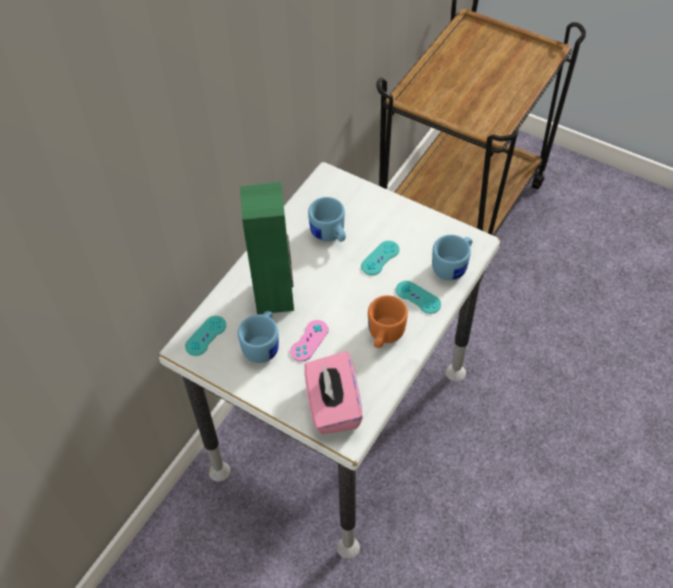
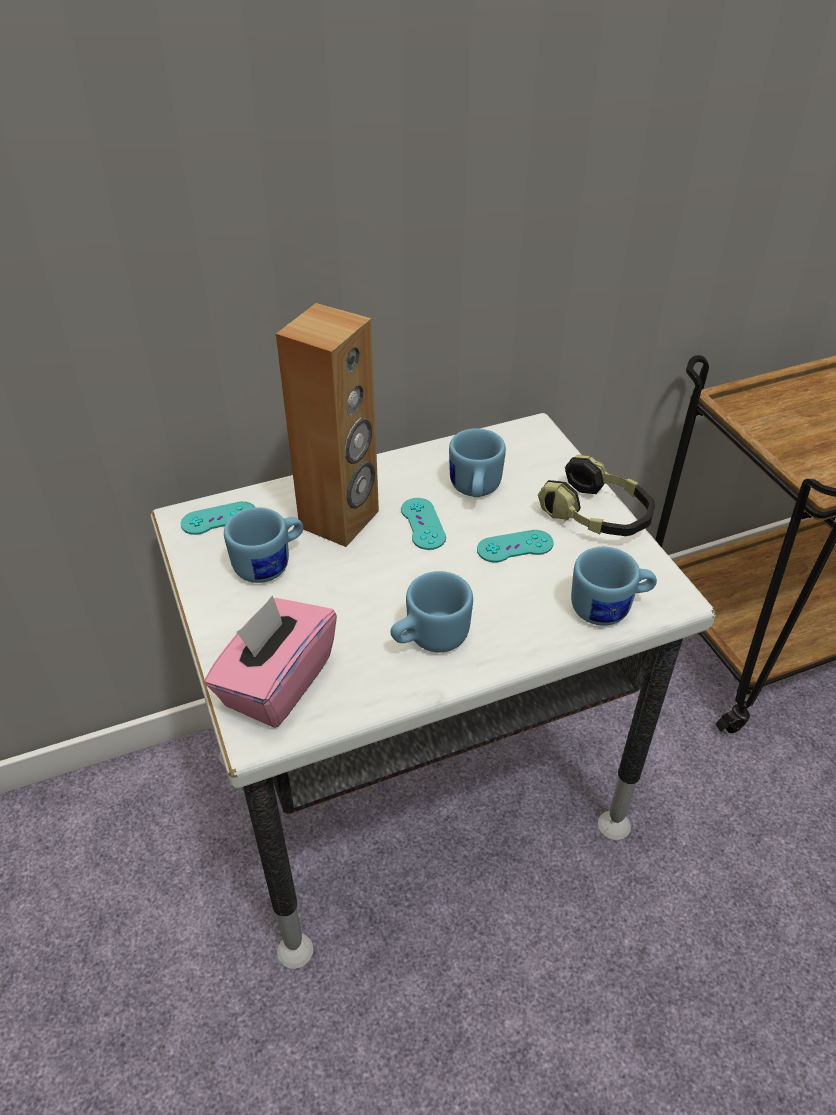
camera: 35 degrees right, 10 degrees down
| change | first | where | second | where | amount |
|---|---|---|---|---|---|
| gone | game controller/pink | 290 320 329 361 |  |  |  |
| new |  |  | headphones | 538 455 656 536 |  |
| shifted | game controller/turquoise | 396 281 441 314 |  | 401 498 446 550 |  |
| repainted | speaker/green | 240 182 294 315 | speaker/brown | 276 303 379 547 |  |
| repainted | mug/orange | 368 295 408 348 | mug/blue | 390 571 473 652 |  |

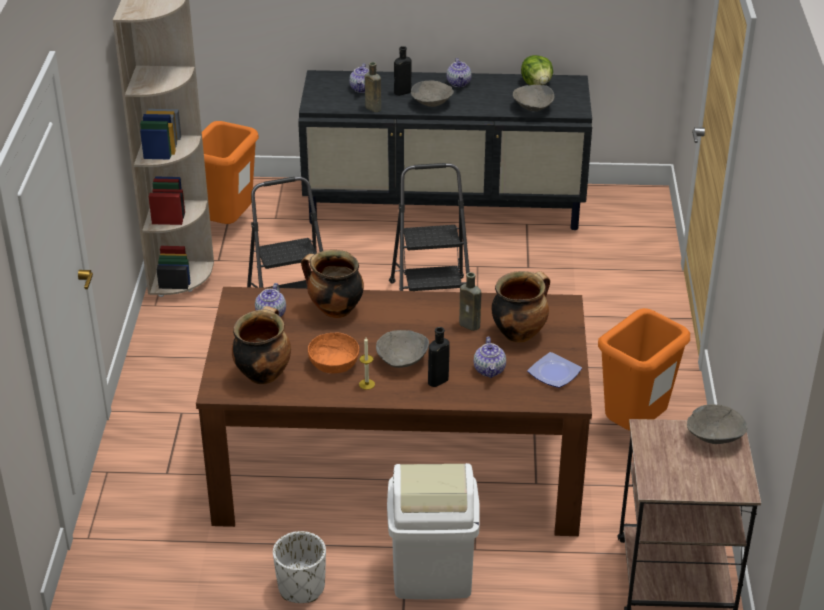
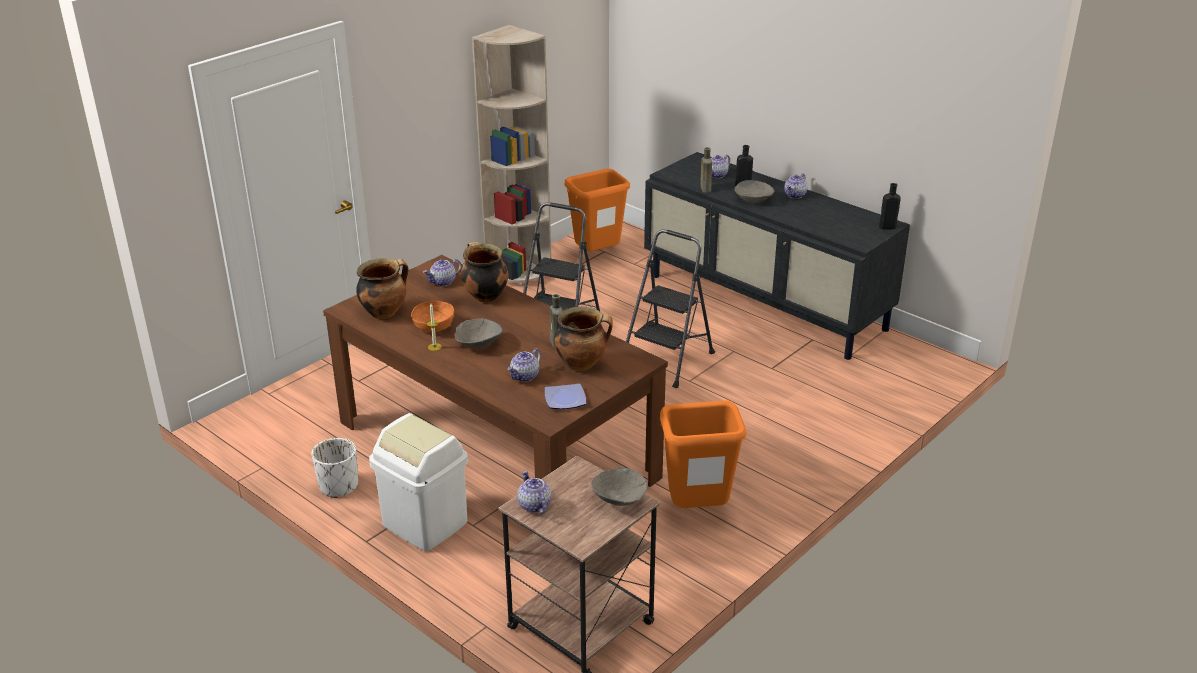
camera: 40 degrees right, 5 degrees down
| change | first | where | second | where | amount |
|---|---|---|---|---|---|
| gone | bowl/grey | 513 85 554 111 |  |  |  |
| gone | lettuce | 521 55 553 85 |  |  |  |
| new |  |  | teapot | 517 471 551 514 |  |
| shifted | bottle/black | 428 327 450 387 |  | 879 183 901 229 |  |

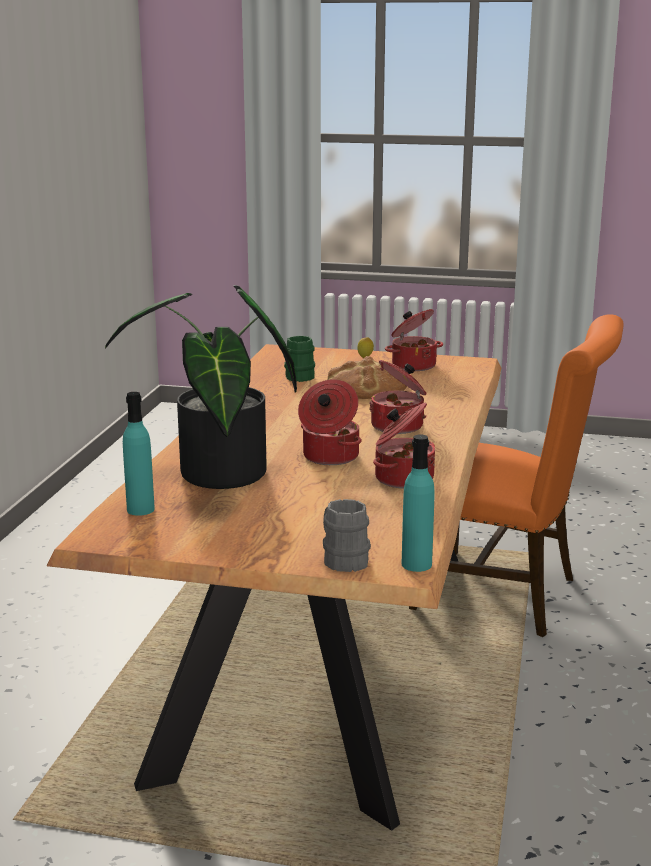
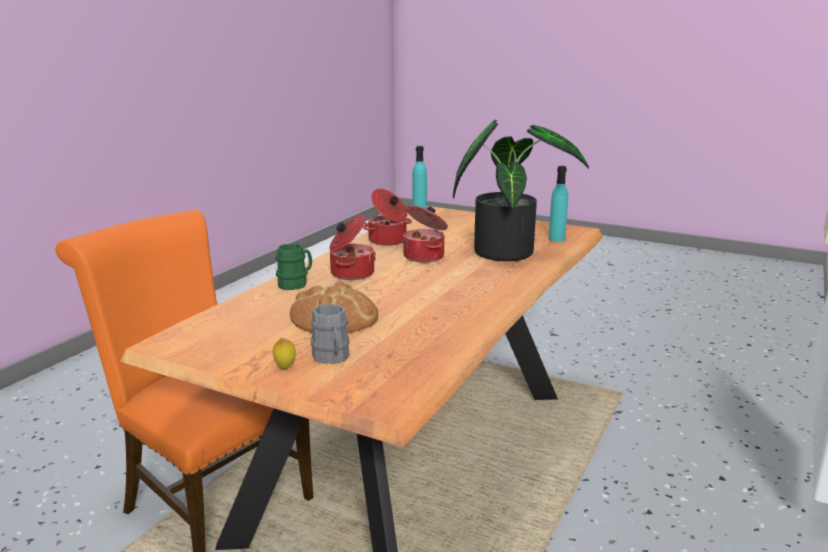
camera: 165 degrees left, 0 degrees up
| change | first | where | second | where | amount |
|---|---|---|---|---|---|
| gone | cooking pot | 385 309 443 371 |  |  |  |
| shifted | mug/green | 284 336 315 382 |  | 276 243 312 290 |  |
| shifted | mug/grey | 323 499 371 572 |  | 311 304 349 364 |  |

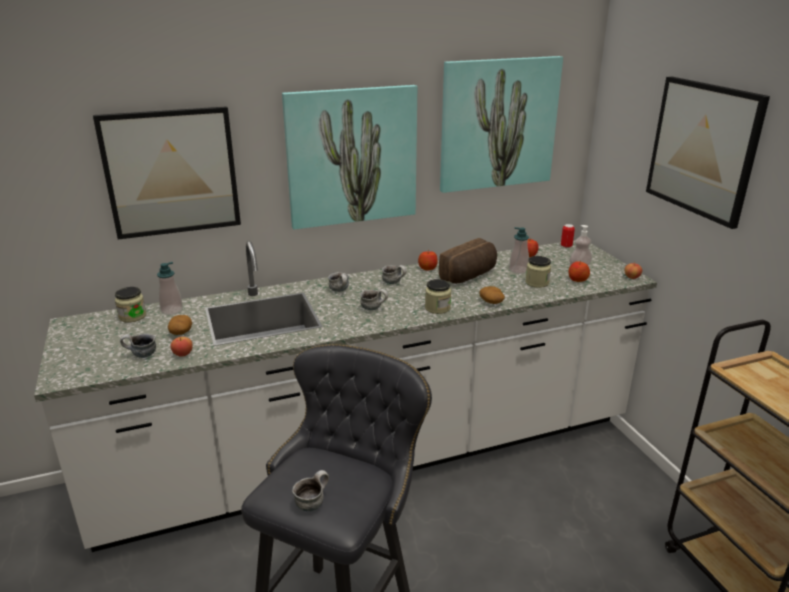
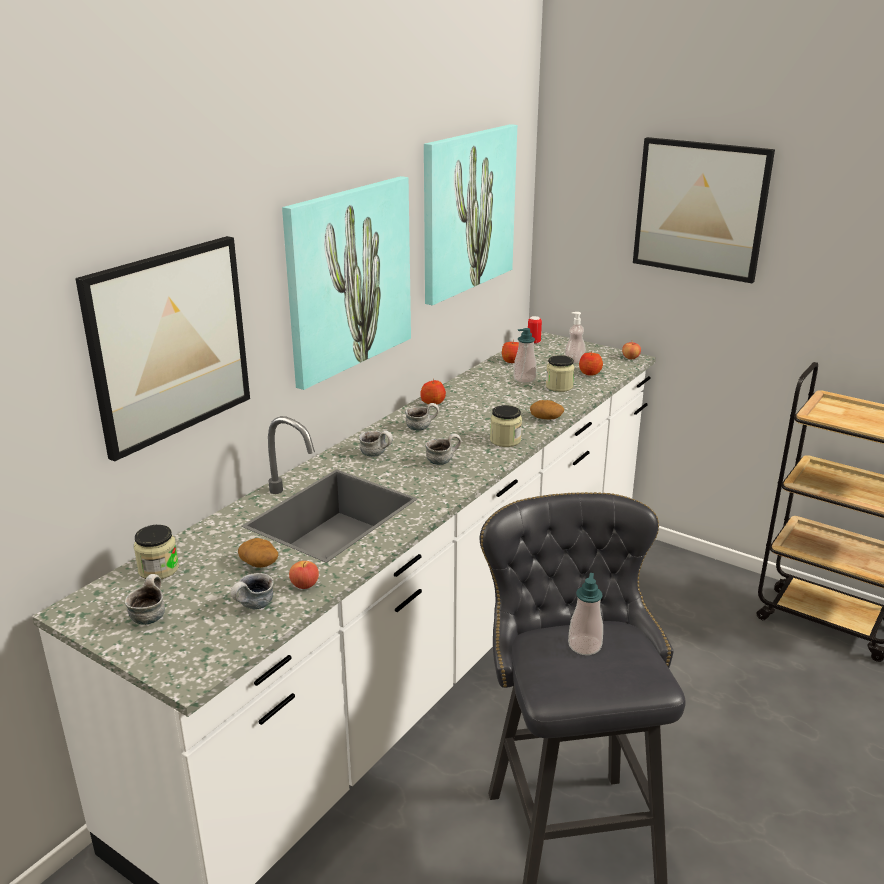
camera: 35 degrees left, 0 degrees up
| change | first | where | second | where | amount |
|---|---|---|---|---|---|
| gone | bread | 439 238 497 283 |  |  |  |
| shifted | soap dispenser | 157 262 183 315 |  | 568 573 603 655 |  |
| shifted | mug | 292 470 329 511 |  | 125 574 165 625 |  |

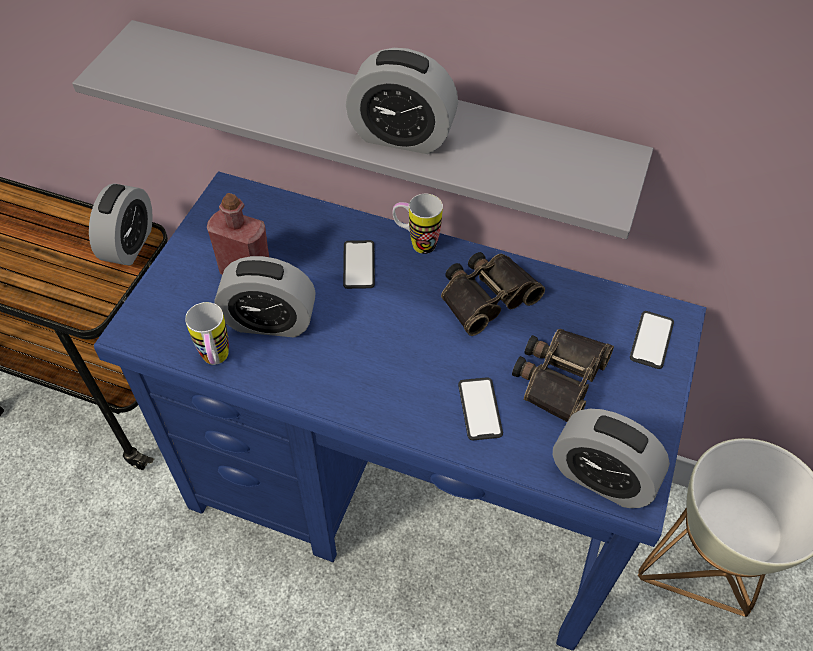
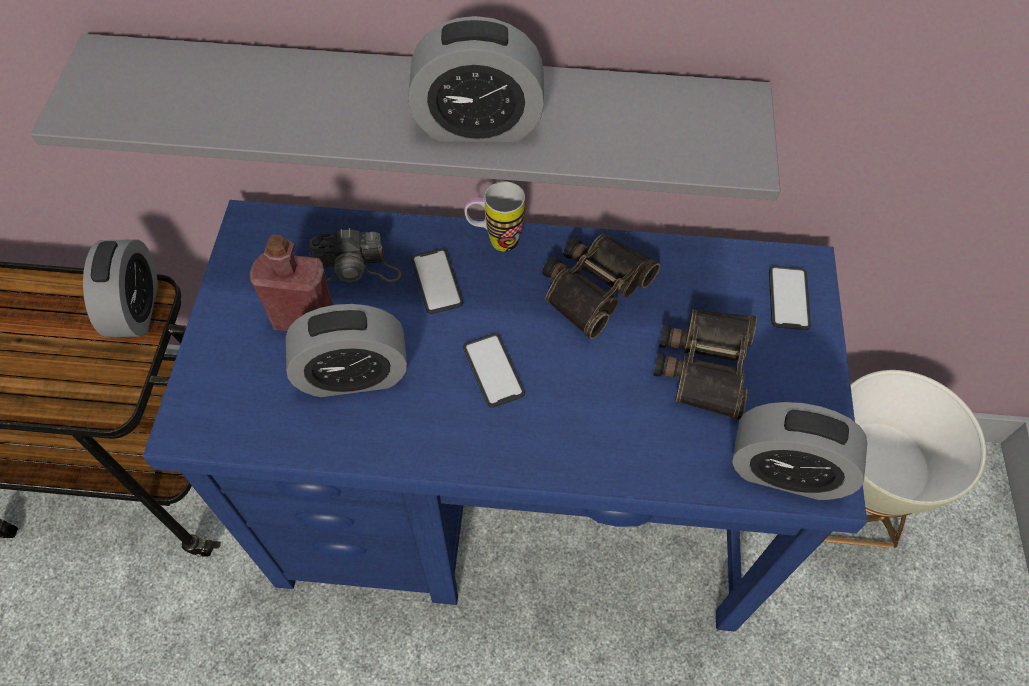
camera: 15 degrees left, 5 degrees up
| change | first | where | second | where | amount |
|---|---|---|---|---|---|
| gone | mug | 185 302 229 365 |  |  |  |
| new |  |  | photo camera | 309 228 401 283 |  |
| shifted | phone | 458 377 503 440 |  | 463 333 525 408 |  |

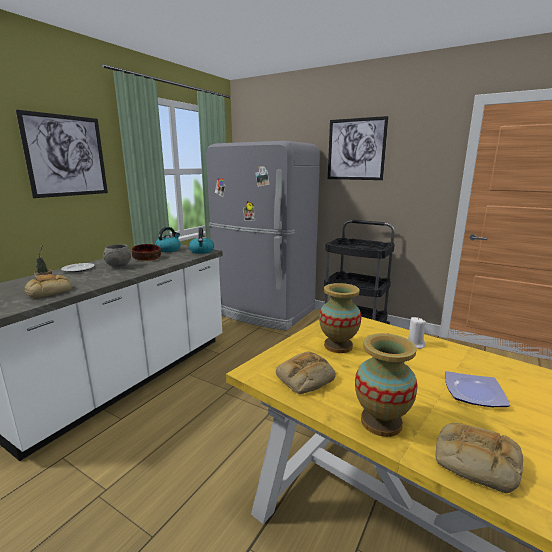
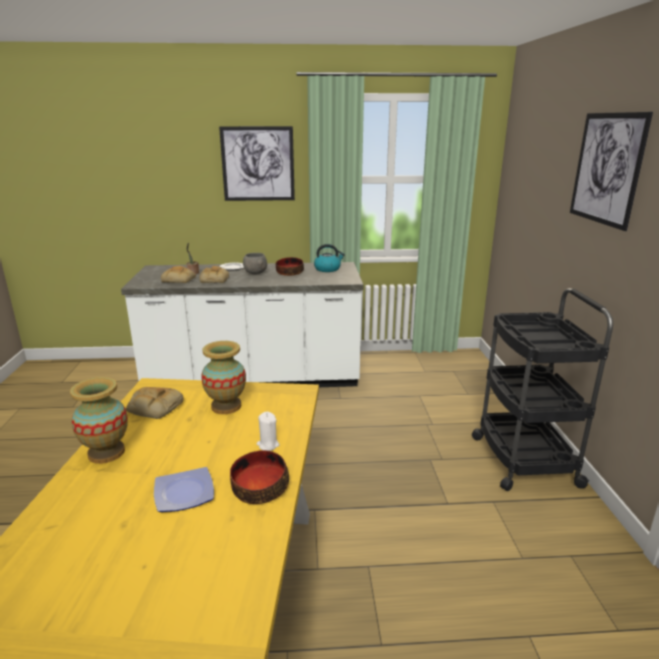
camera: 55 degrees right, 5 degrees up
| change | first | where | second | where | amount |
|---|---|---|---|---|---|
| gone | kettle | 189 228 214 254 |  |  |  |
| gone | fridge/grey | 206 141 320 331 |  |  |  |
| new |  |  | bowl | 230 450 289 504 |  |
| shifted | bread | 436 423 523 493 |  | 199 266 229 283 |  |

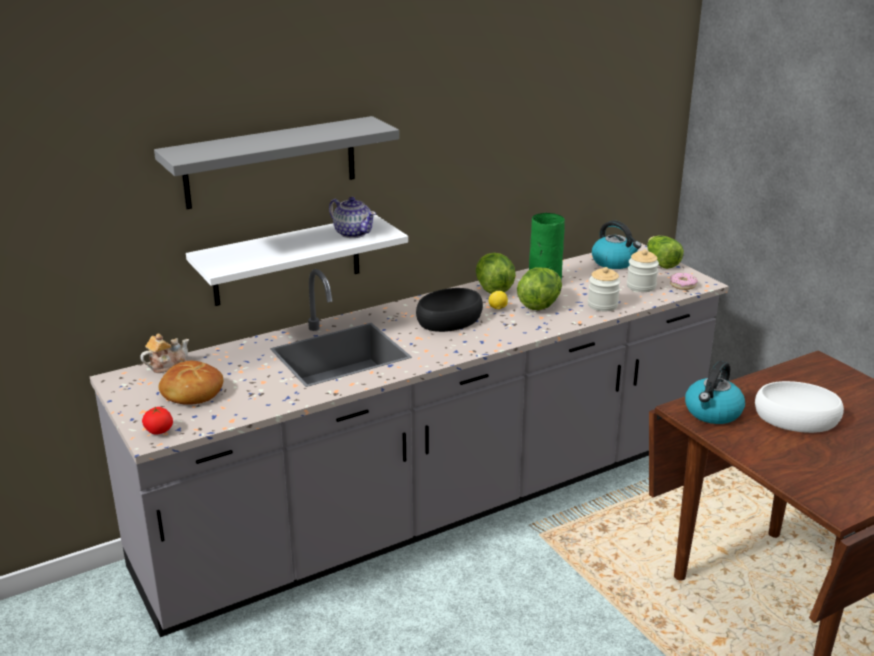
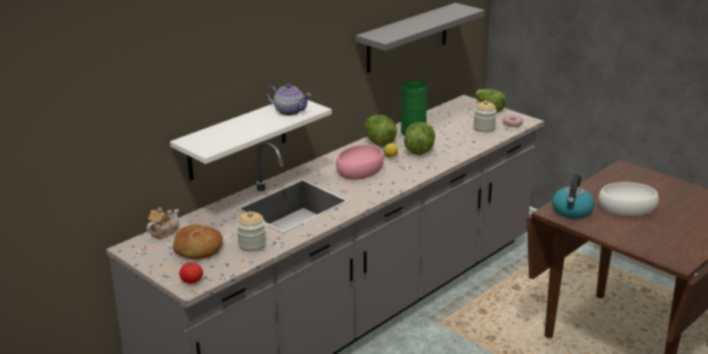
camera: 15 degrees left, 0 degrees up
| change | first | where | second | where | amount |
|---|---|---|---|---|---|
| gone | kettle | 592 221 641 269 |  |  |  |
| shifted | shelf/grey | 154 116 399 209 |  | 356 3 485 73 |  |
| shifted | jar | 588 267 621 311 |  | 237 211 266 252 |  |
| repainted | bowl/black | 416 288 483 332 | bowl/pink | 336 144 384 180 |  |

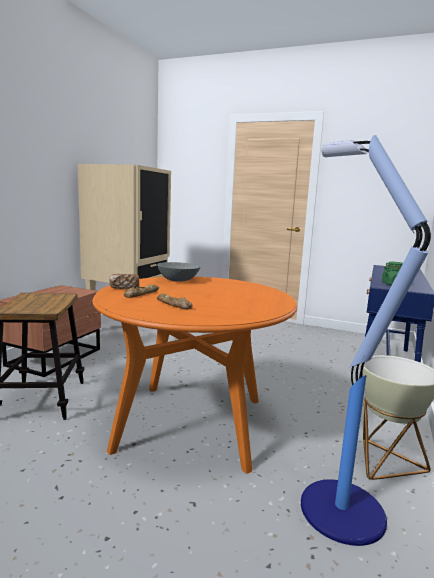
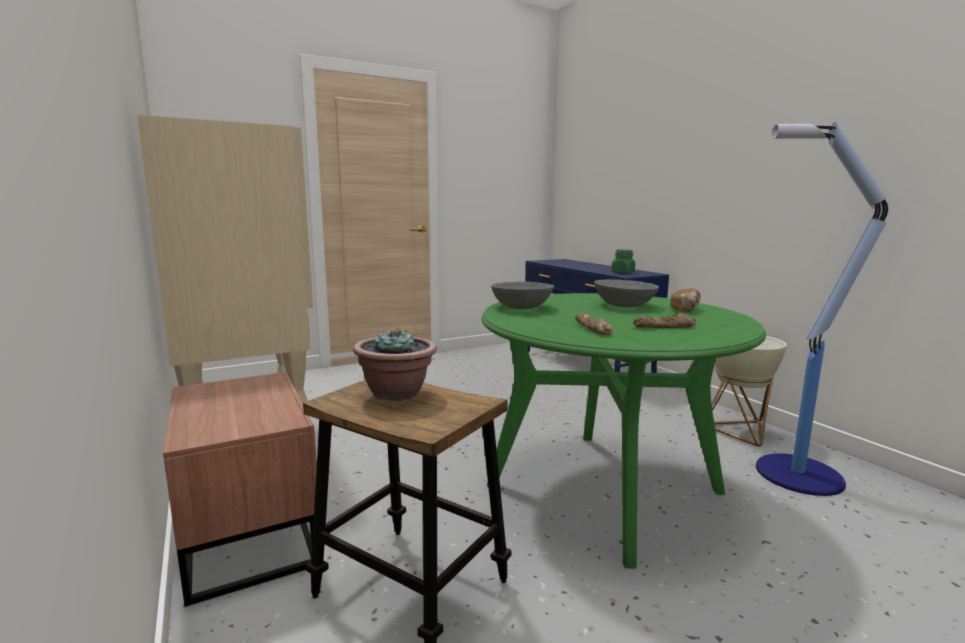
camera: 50 degrees left, 0 degrees up
| change | first | where | second | where | amount |
|---|---|---|---|---|---|
| new |  |  | potted plant | 353 328 437 401 |  |
| new |  |  | bowl/grey | 594 279 659 307 |  |
| shifted | bread | 109 274 139 289 |  | 670 288 702 312 |  |
| repainted | dining table/orange | 92 277 297 474 | dining table/green | 481 293 766 569 |  |

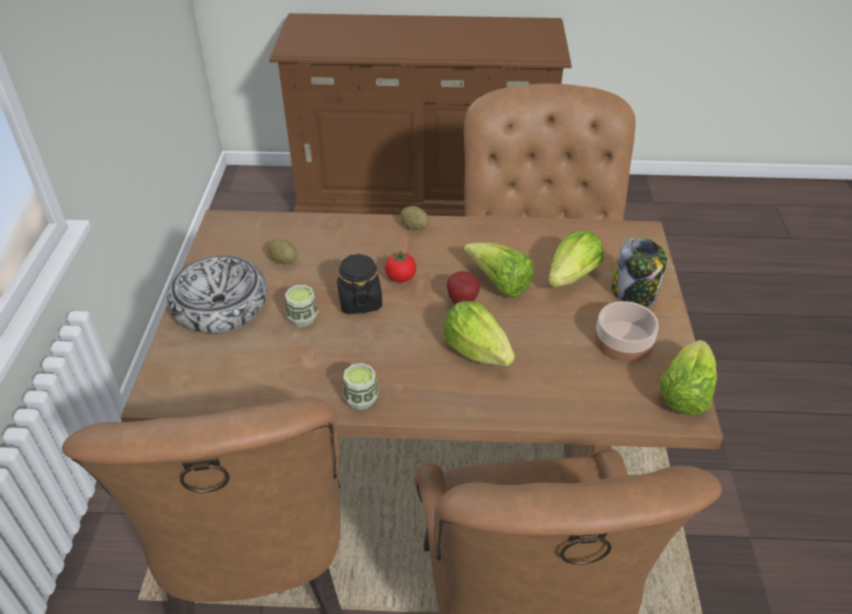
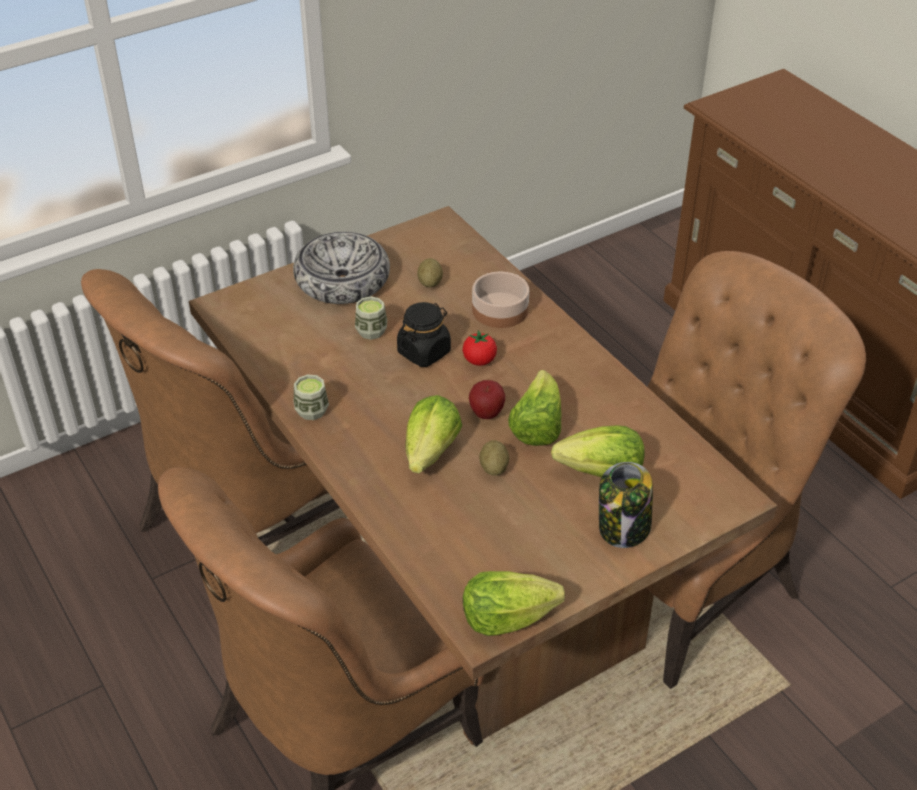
camera: 55 degrees right, 0 degrees up
| change | first | where | second | where | amount |
|---|---|---|---|---|---|
| shifted | potato | 400 206 429 230 |  | 479 440 509 476 |  |
| shifted | bowl | 595 301 659 362 |  | 472 272 529 328 |  |

